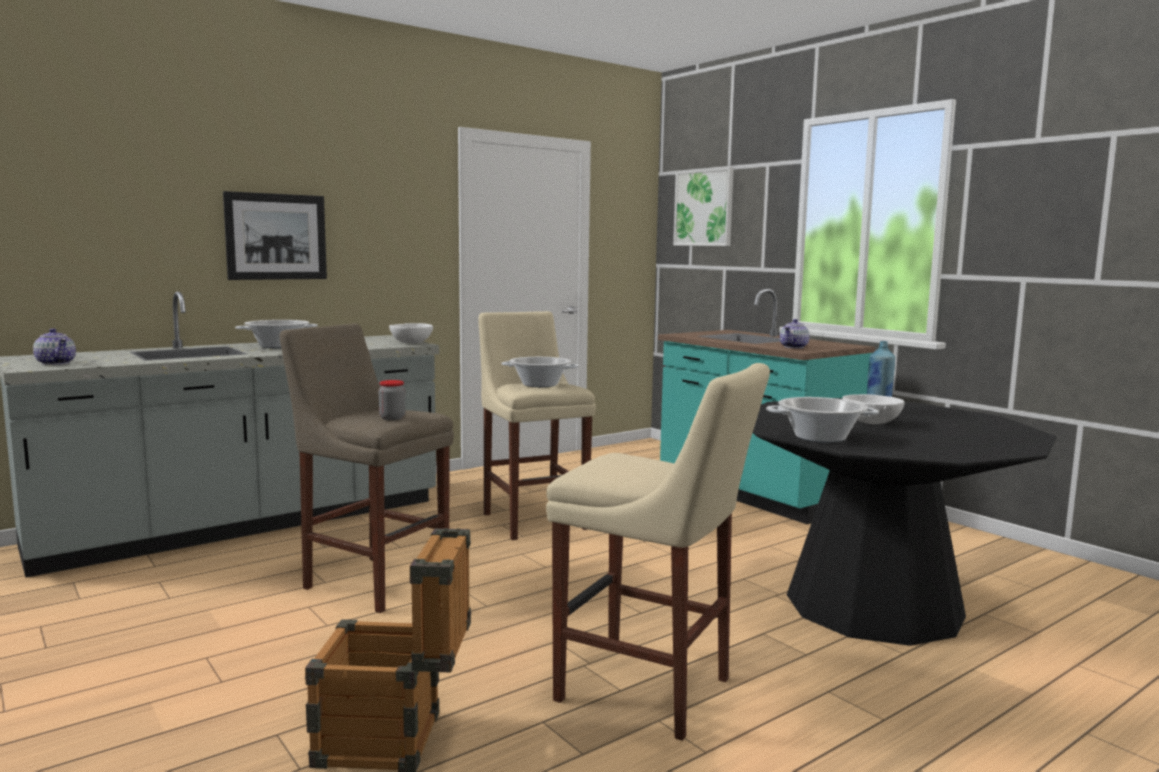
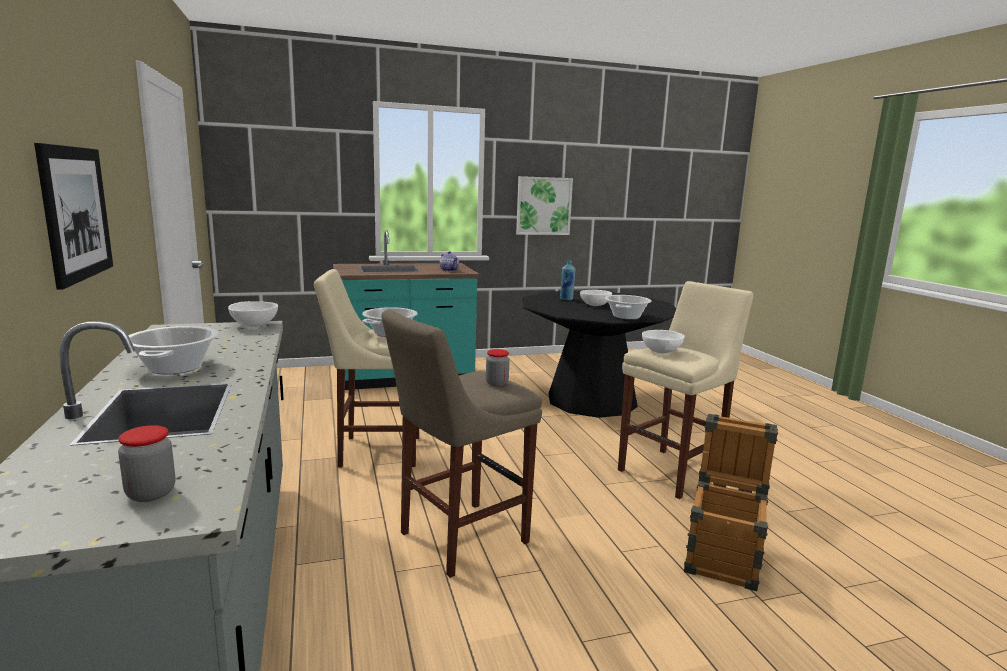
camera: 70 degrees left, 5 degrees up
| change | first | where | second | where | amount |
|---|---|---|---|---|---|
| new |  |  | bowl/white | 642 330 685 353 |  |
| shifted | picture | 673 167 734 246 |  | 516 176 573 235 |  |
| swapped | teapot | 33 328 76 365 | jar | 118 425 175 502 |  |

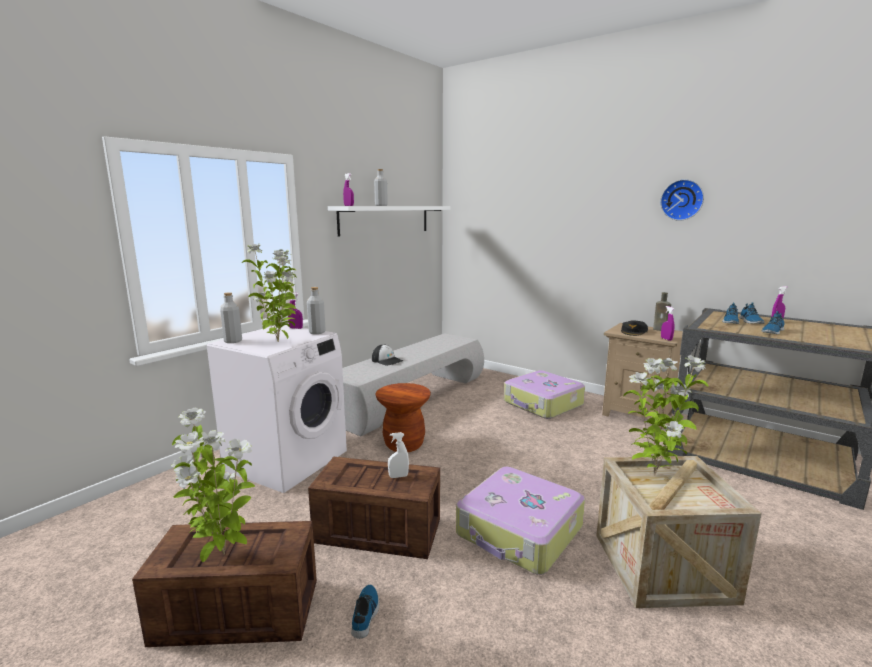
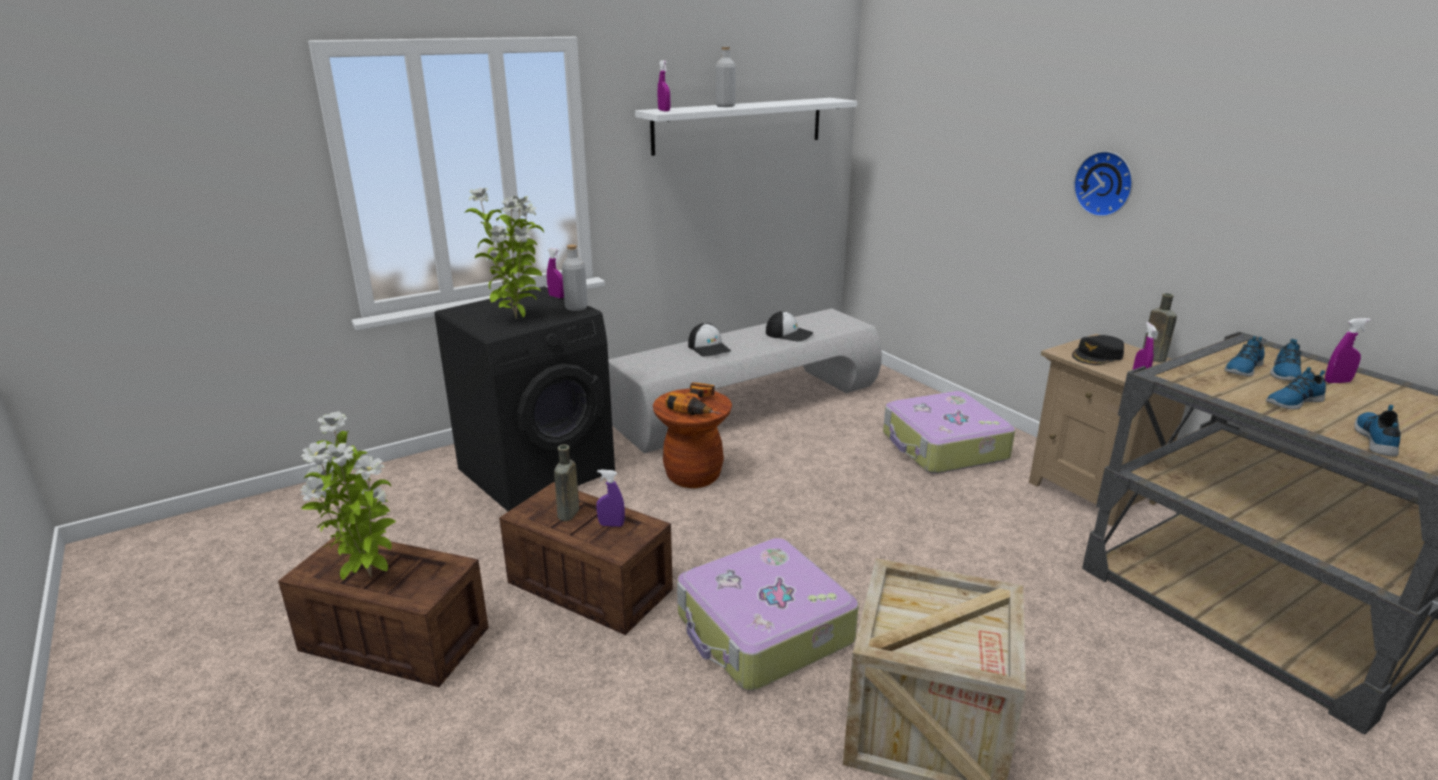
camera: 20 degrees right, 10 degrees up
| change | first | where | second | where | amount |
|---|---|---|---|---|---|
| gone | bottle/grey | 220 292 242 343 |  |  |  |
| gone | potted plant | 624 356 709 476 |  |  |  |
| new |  |  | bottle/brown | 554 445 579 521 |  |
| new |  |  | power drill | 666 382 721 415 |  |
| new |  |  | cap | 766 311 813 341 |  |
| shifted | shoe | 351 585 379 638 |  | 1354 405 1401 456 |  |
| shifted | wall clock | 660 179 704 221 |  | 1073 151 1133 217 |  |
| repainted | washing machine/white | 207 325 347 493 | washing machine/black | 434 286 615 512 |  |
| repainted | spray bottle/white | 388 432 409 478 | spray bottle/purple | 596 469 625 527 |  |

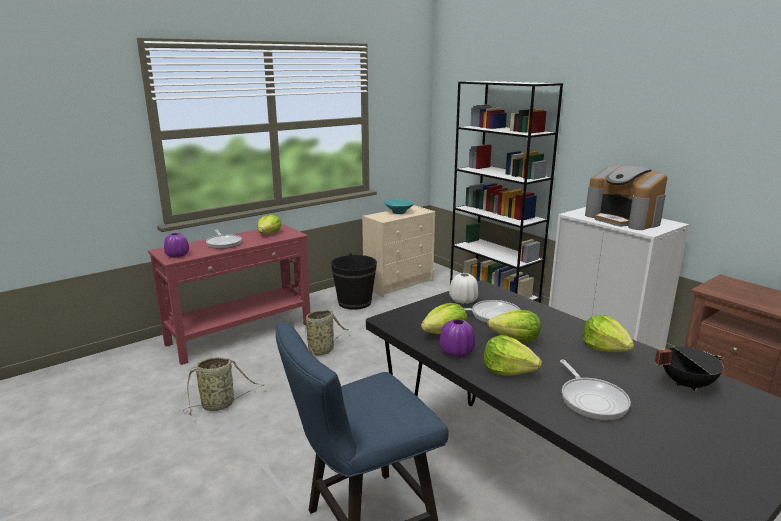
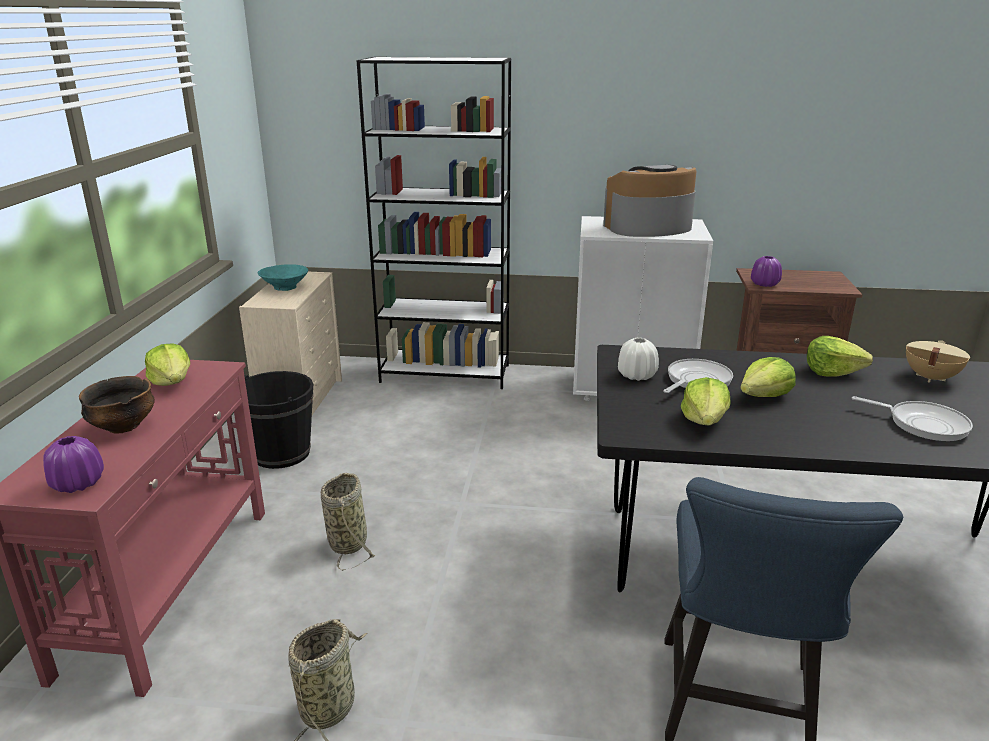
camera: 45 degrees left, 5 degrees up
| change | first | where | second | where | amount |
|---|---|---|---|---|---|
| gone | lettuce | 484 335 542 376 |  |  |  |
| shifted | vase/purple | 440 319 475 357 |  | 751 256 782 287 |  |
| swapped | frying pan | 206 229 242 249 | bowl | 79 376 155 434 |  |
| repainted | cooking pot/black | 655 346 724 391 | cooking pot/beige | 906 340 970 383 |  |
| rotated | coffee machine | 585 166 667 230 |  | 603 165 696 237 | 150 degrees clockwise |

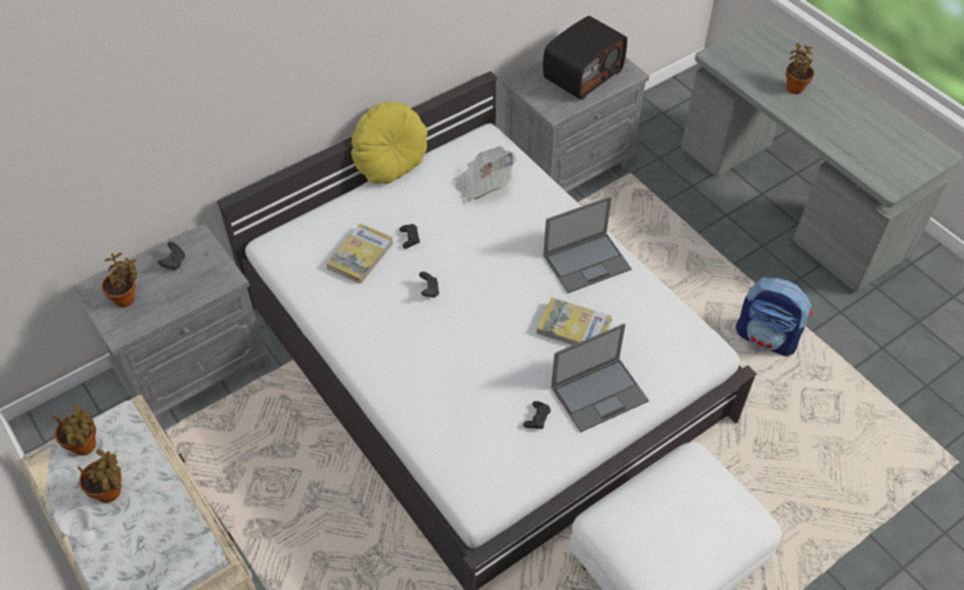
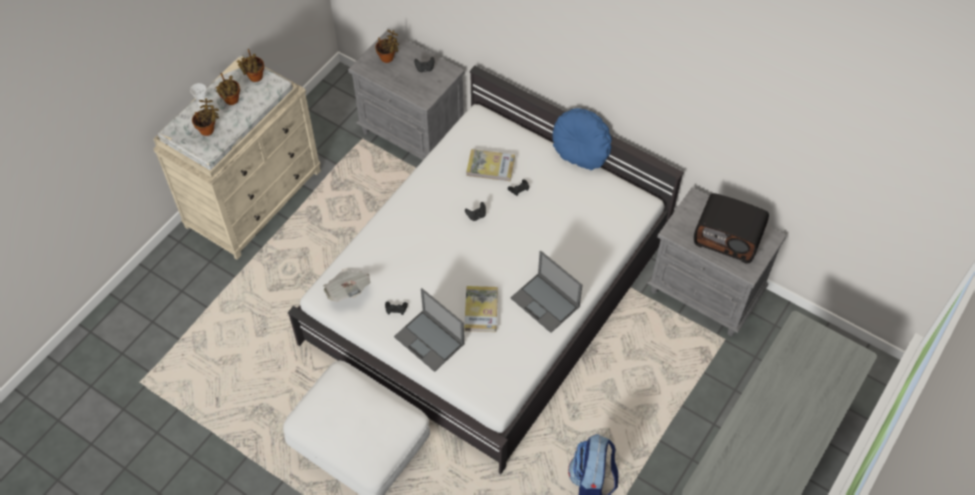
camera: 70 degrees right, 5 degrees up
| change | first | where | second | where | amount |
|---|---|---|---|---|---|
| shifted | newspaper | 452 146 516 202 |  | 323 268 371 302 |  |
| shifted | potted plant | 786 43 814 94 |  | 192 98 219 136 |  |
| repainted | pillow/yellow | 351 101 428 184 | pillow/blue | 553 108 612 170 |  |

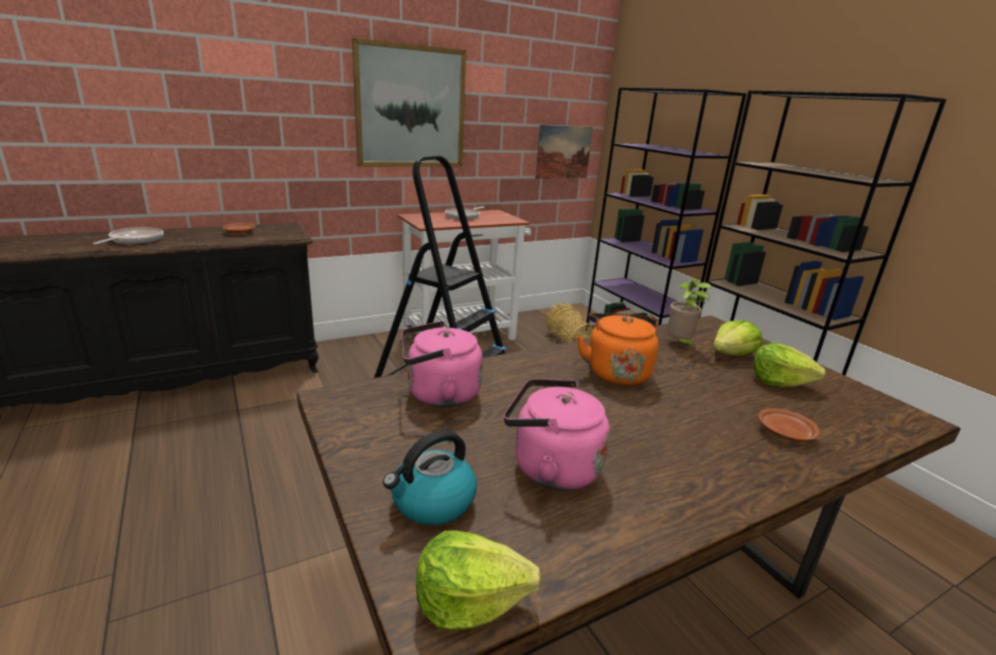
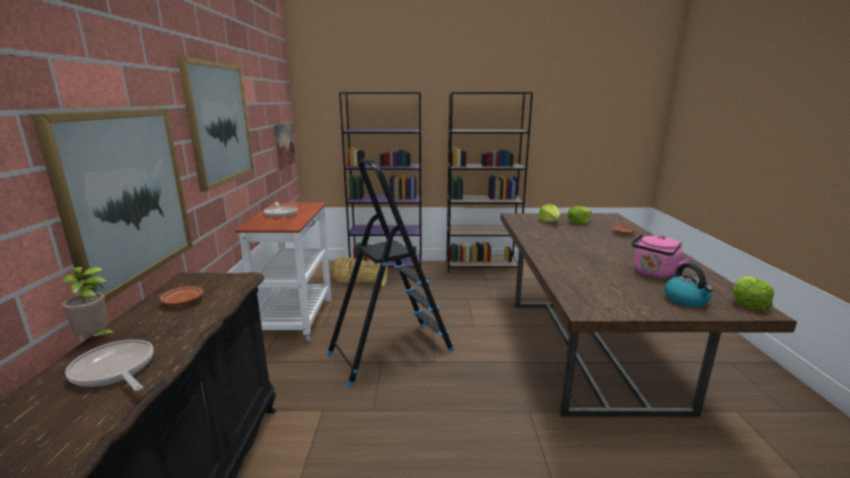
camera: 60 degrees left, 5 degrees down
| change | first | where | second | where | amount |
|---|---|---|---|---|---|
| gone | kettle/pink | 402 321 483 408 |  |  |  |
| gone | kettle/orange | 577 313 659 386 |  |  |  |
| new |  |  | picture | 31 109 193 303 |  |
| shifted | potted plant | 667 277 712 350 |  | 62 267 118 336 |  |

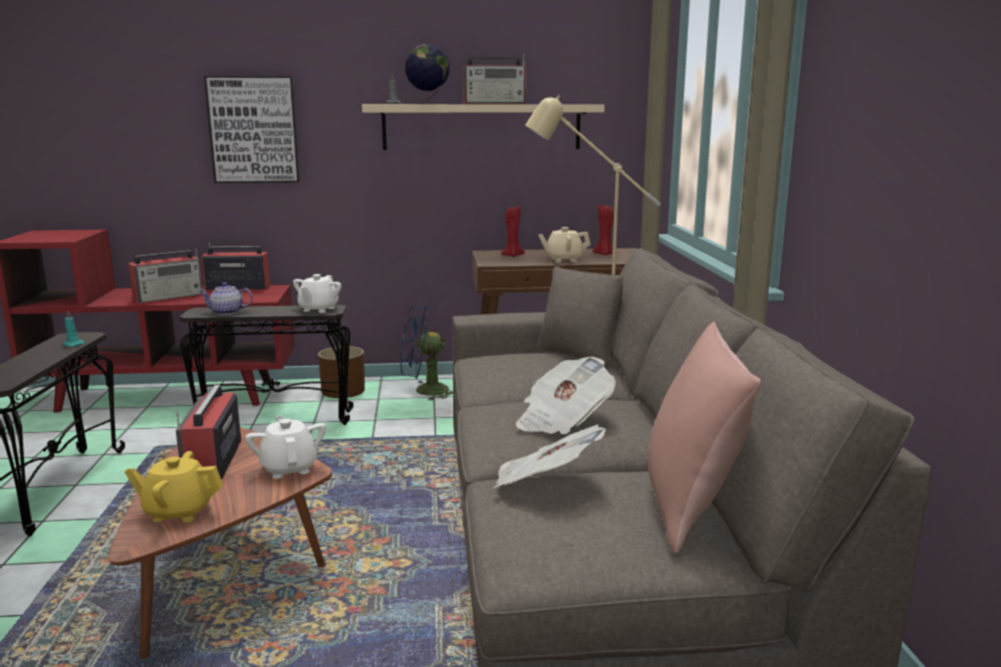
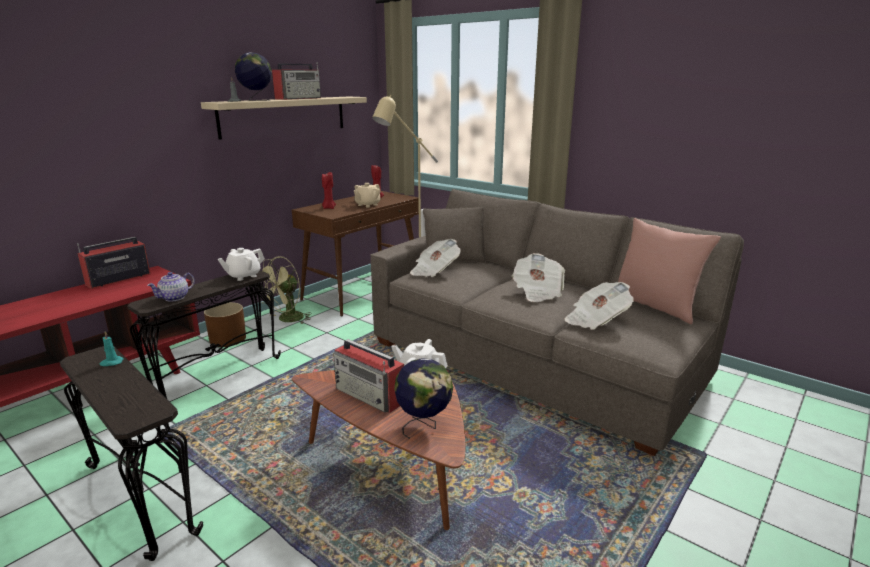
camera: 45 degrees left, 5 degrees up
| change | first | where | second | where | amount |
|---|---|---|---|---|---|
| gone | radio | 128 249 203 304 |  |  |  |
| gone | picture | 204 76 300 183 |  |  |  |
| new |  |  | newspaper | 410 239 461 277 |  |
| swapped | teapot/yellow | 124 451 223 522 | globe | 394 358 453 439 |  |
| repainted | fan/blue | 400 305 453 400 | fan/green | 262 256 312 324 |  |
| rotated | teapot/white | 293 274 341 313 |  | 218 248 265 281 | 75 degrees clockwise |

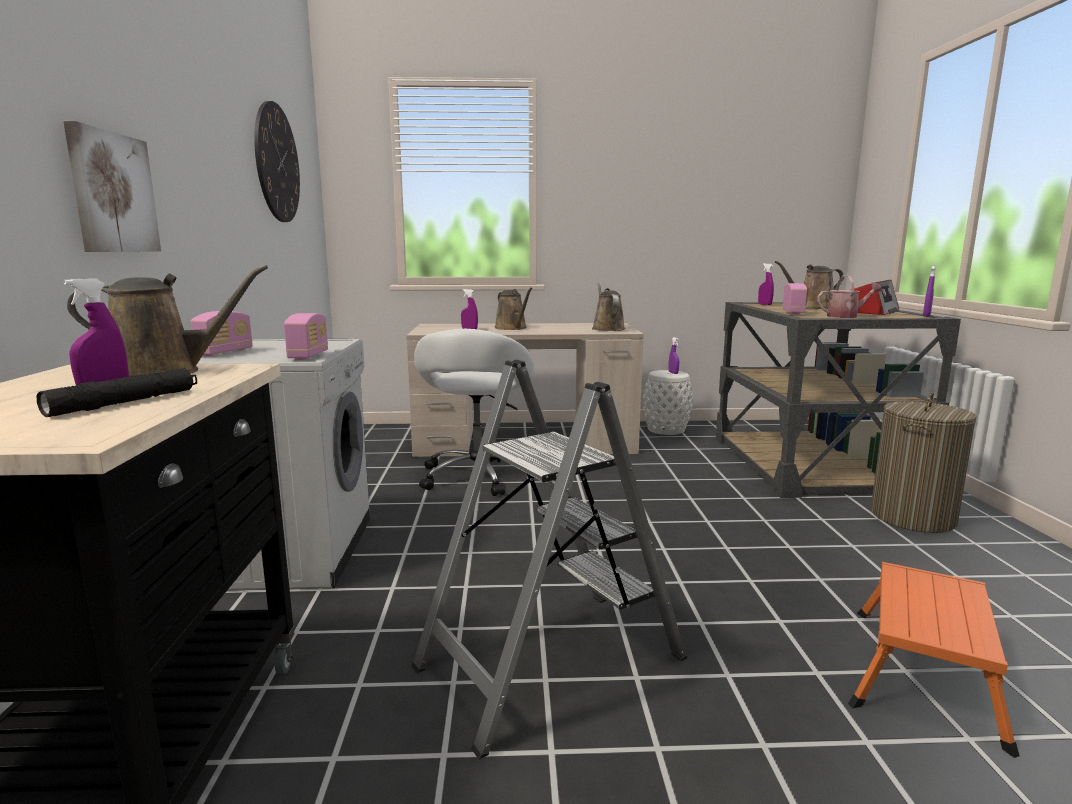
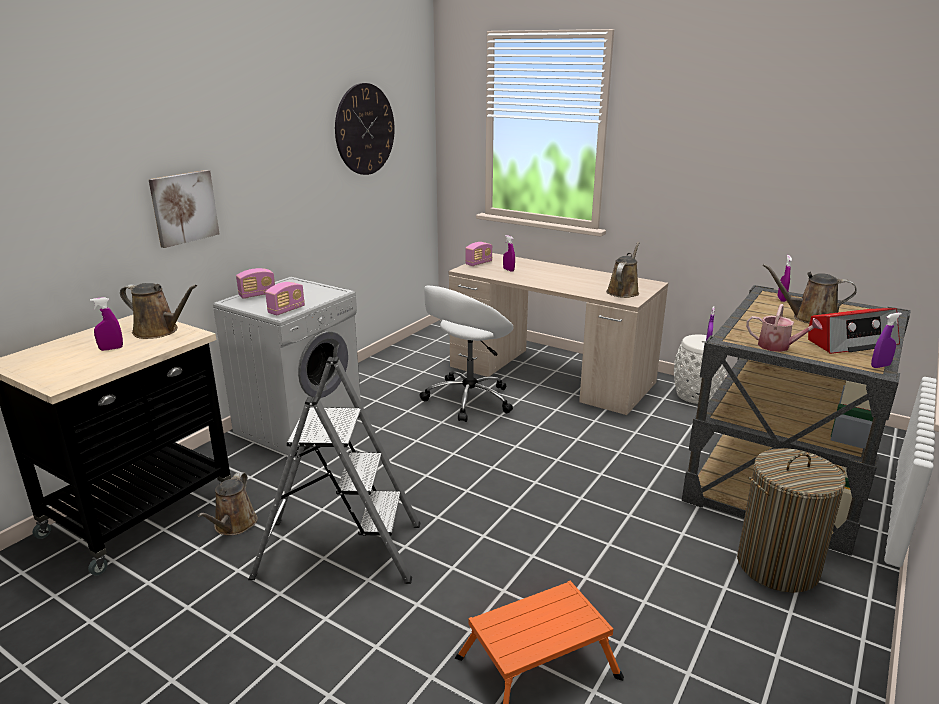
camera: 35 degrees right, 10 degrees up
| change | first | where | second | where | amount |
|---|---|---|---|---|---|
| gone | flashlight/black | 36 368 197 417 |  |  |  |
| shifted | watering can/brown | 495 288 533 330 |  | 197 472 258 536 |  |
| shifted | radio | 783 283 807 314 |  | 465 242 492 266 |  |

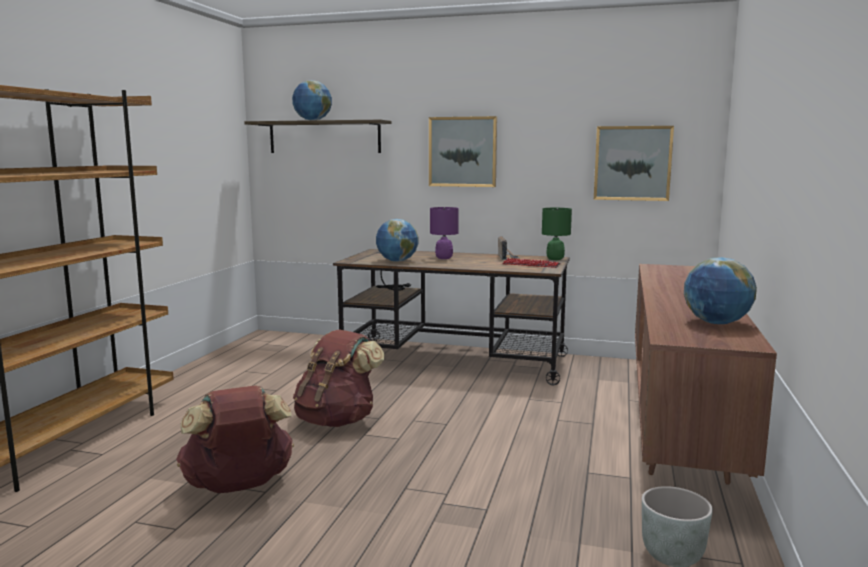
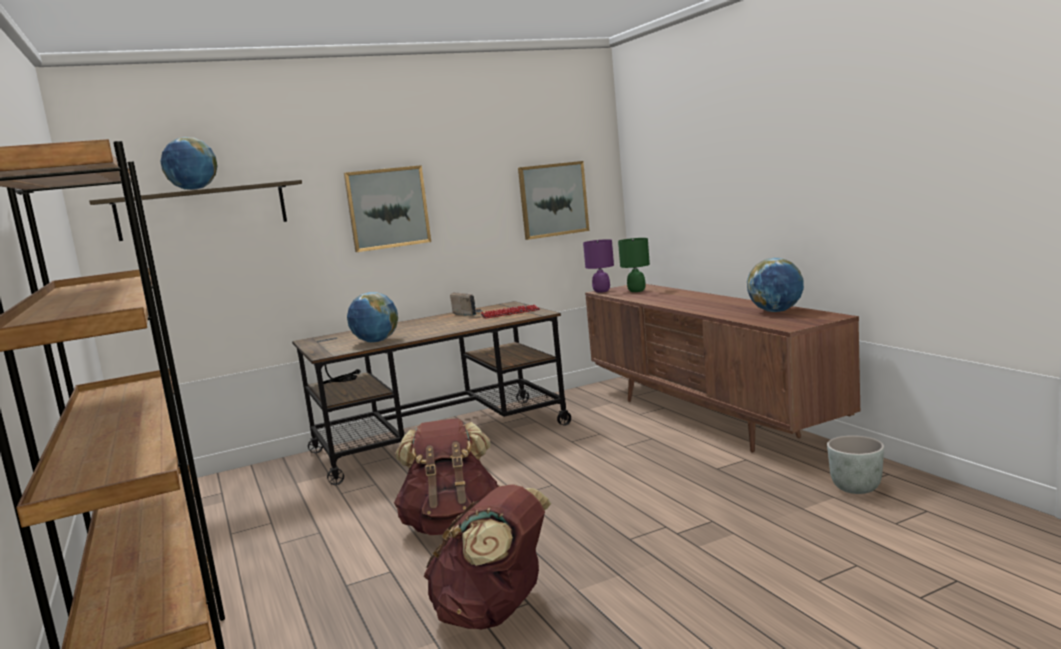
camera: 40 degrees left, 0 degrees up
| change | first | where | second | where | amount |
|---|---|---|---|---|---|
| shifted | table lamp/purple | 430 207 459 259 |  | 583 239 614 293 |  |
| shifted | table lamp/green | 542 208 572 260 |  | 618 238 650 292 |  |

